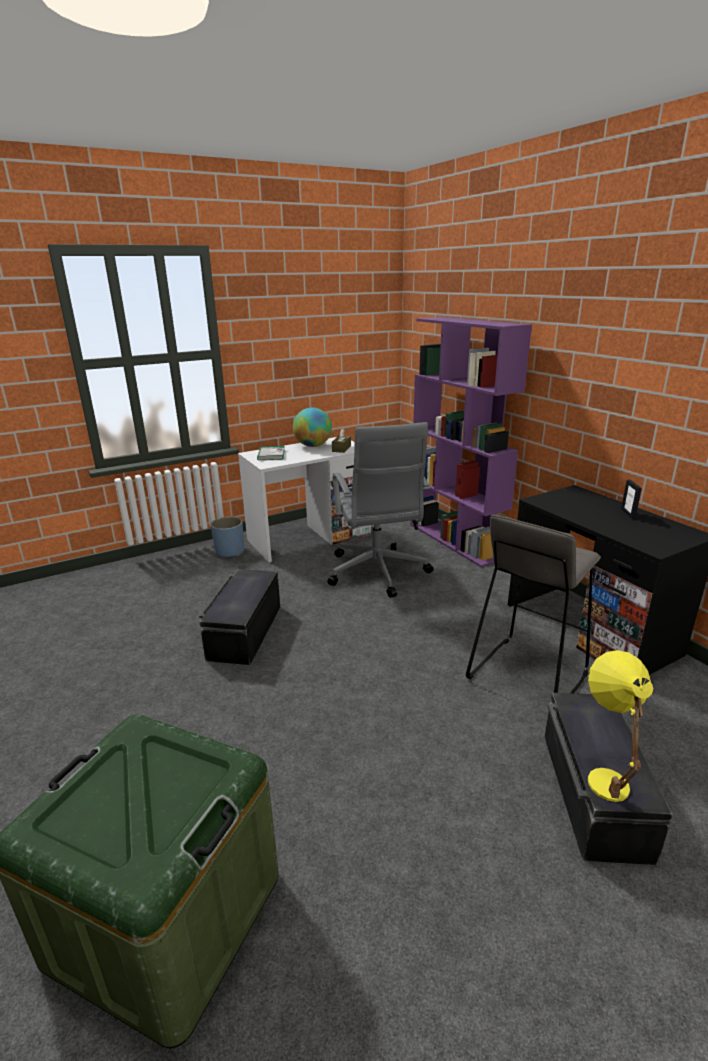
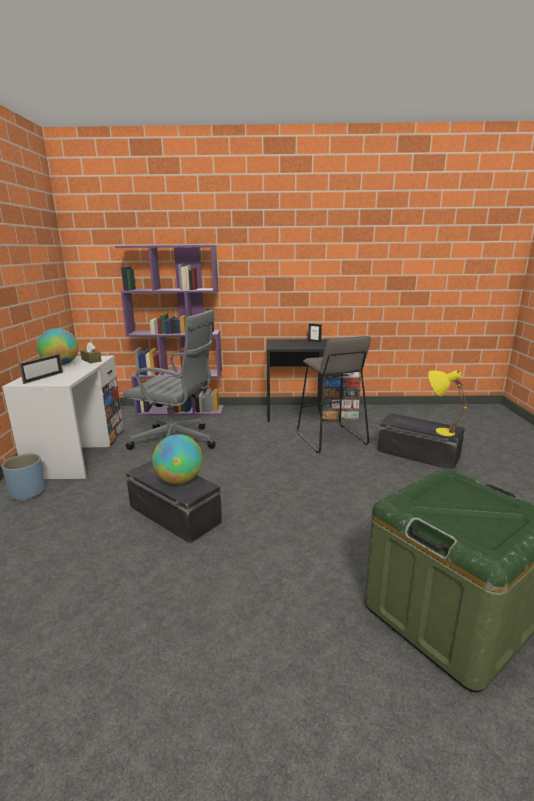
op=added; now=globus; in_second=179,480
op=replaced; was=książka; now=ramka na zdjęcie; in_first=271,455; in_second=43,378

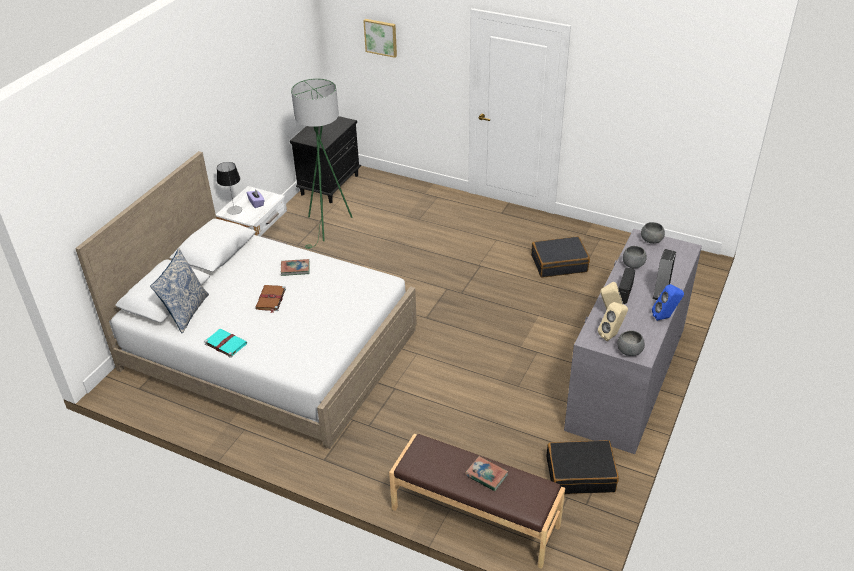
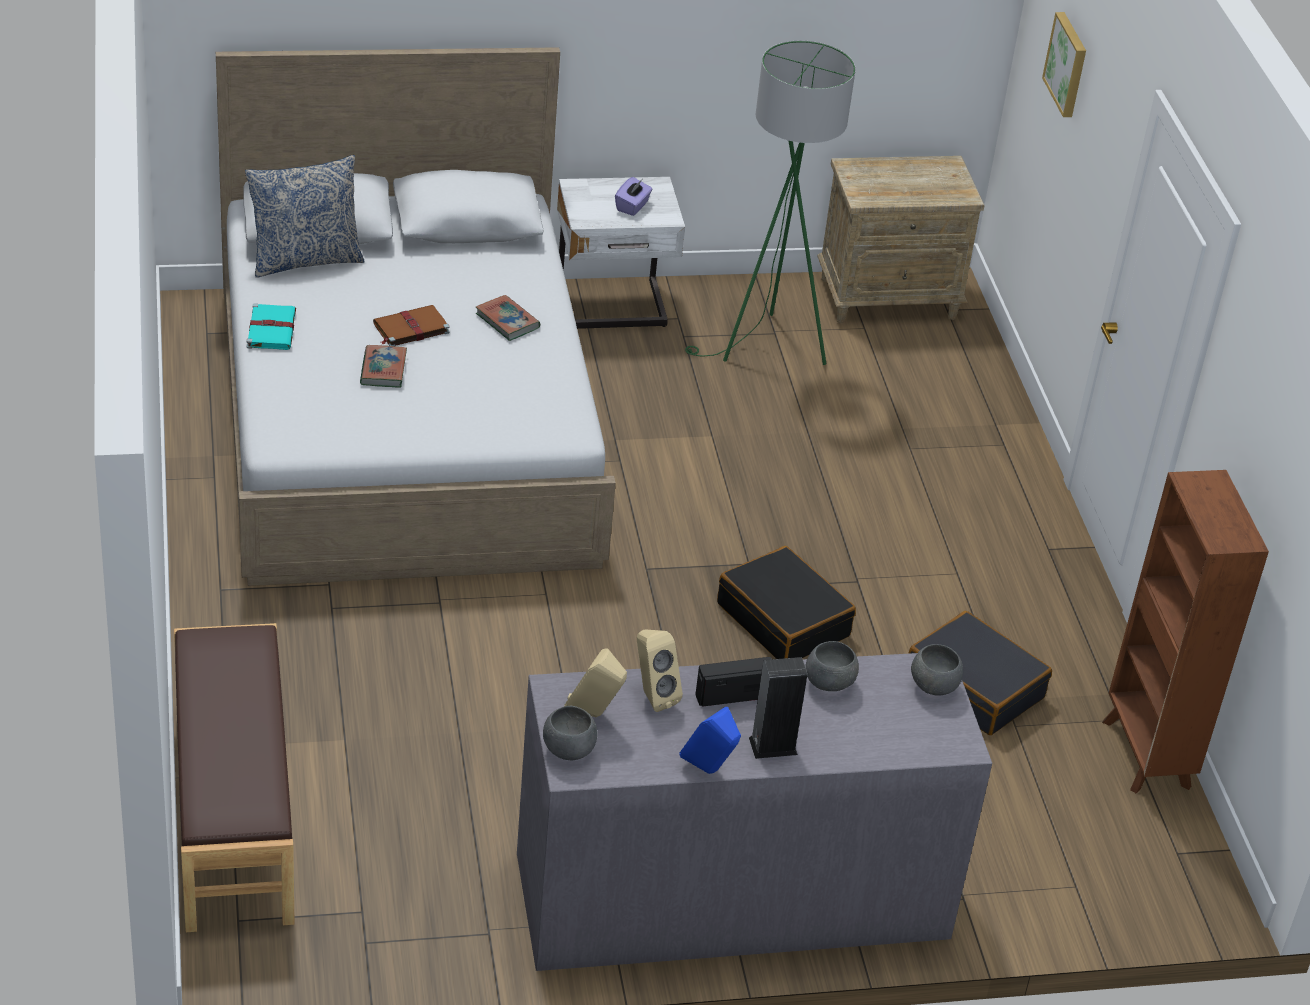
op=removed; was=lampa stołowa; in_first=234,210
op=added; now=regał (brązowy); in_second=1146,756
op=moved; was=książka; in_first=486,475; in_second=383,370
op=moved; was=walizka (czarny); in_first=580,474; in_second=784,620
op=recoloured; was=szafka nocna (czarny); now=szafka nocna (beżowy); in_first=330,184; in_second=889,298

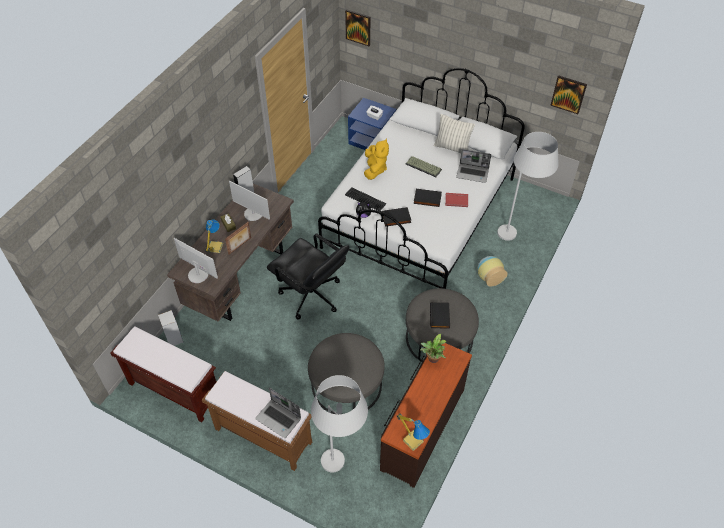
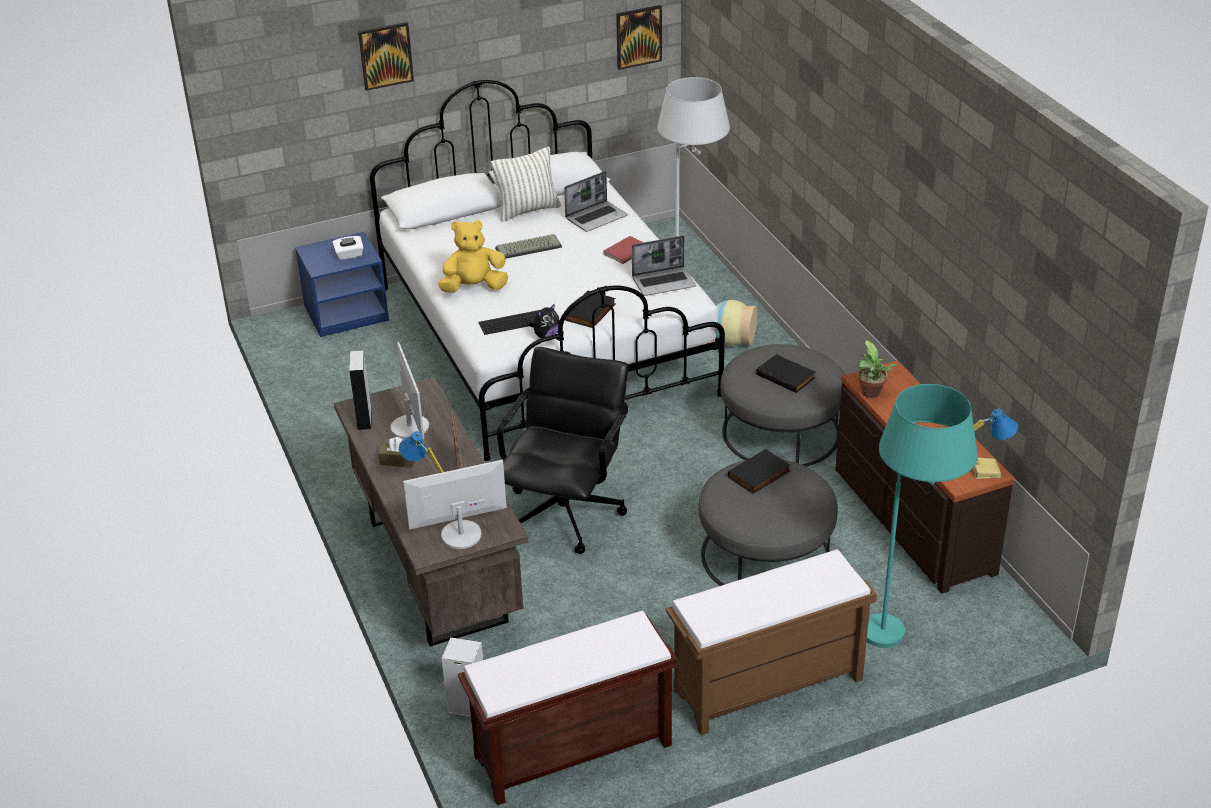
op=moved; was=laptop; in_first=279,419; in_second=664,282
op=moved; was=obraz; in_first=358,27; in_second=385,55
op=moved; was=książka (czarny); in_first=427,199; in_second=759,475
op=recoloured; was=lampa stojąca (biały); now=lampa stojąca (turkusowy); in_first=342,470; in_second=906,629
op=turned; was=monitor; in_first=253,214; in_second=410,426; clockwise=-90
op=turned; was=krzesło biurowe (czarny); in_first=311,296; in_second=565,514; clockwise=-60
op=turned; was=pluszak (żółty); in_first=375,169; in_second=474,288; clockwise=-60

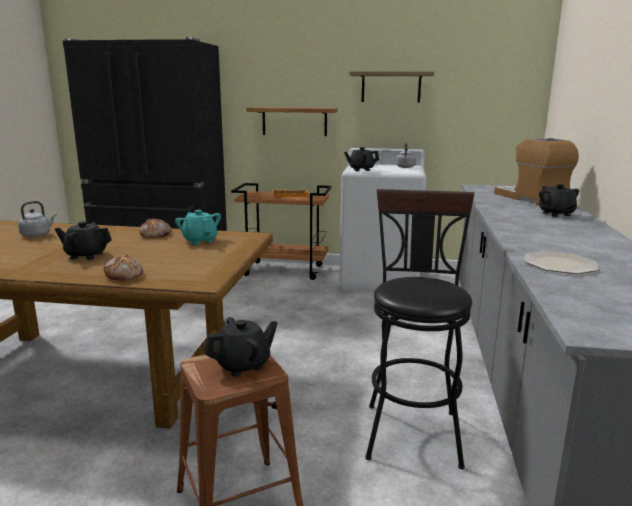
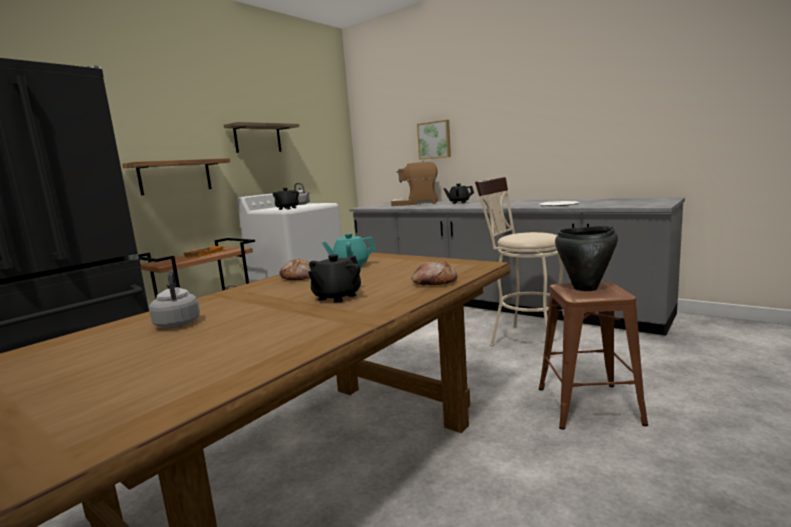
op=added; now=obraz; in_second=434,140
op=replaced; was=imbryk (czarny); now=garnek (czarny); in_first=243,365; in_second=586,288
op=recoloured; was=stołek (czarny); now=stołek (beżowy); in_first=411,428; in_second=524,339

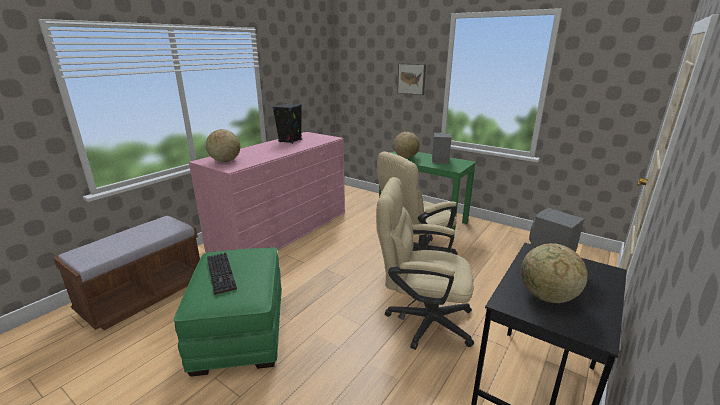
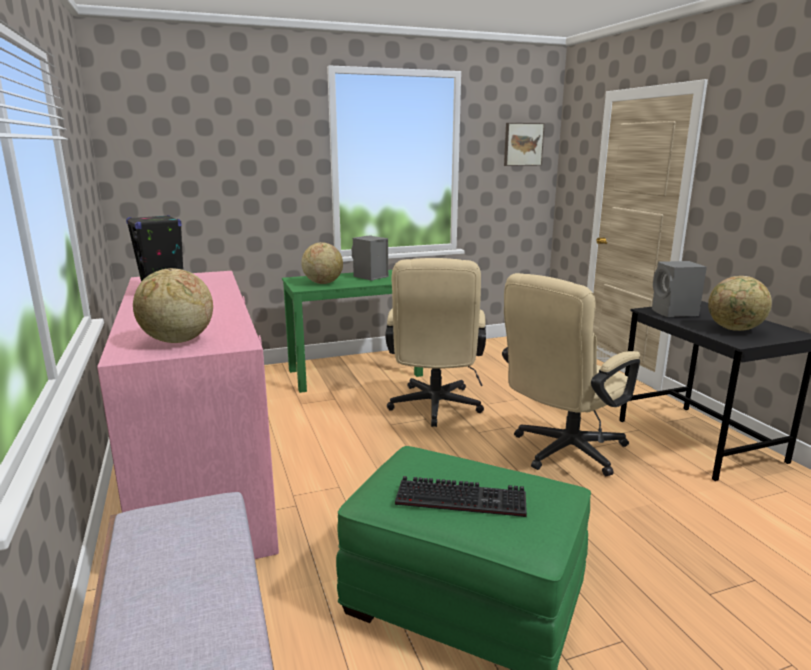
op=moved; was=obraz; in_first=412,78; in_second=522,144

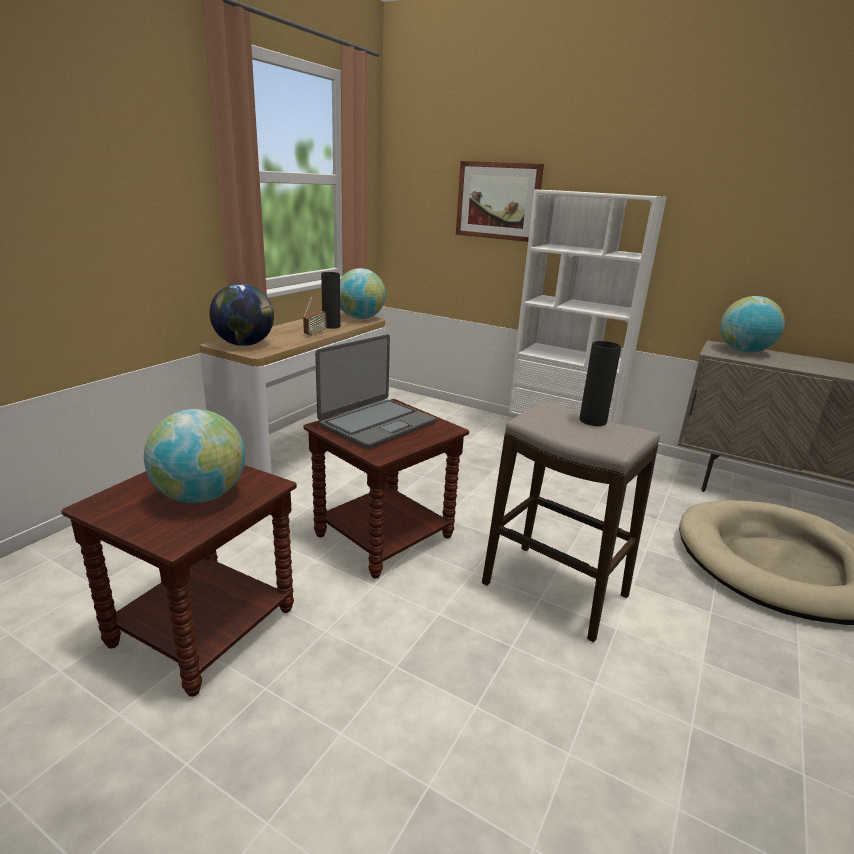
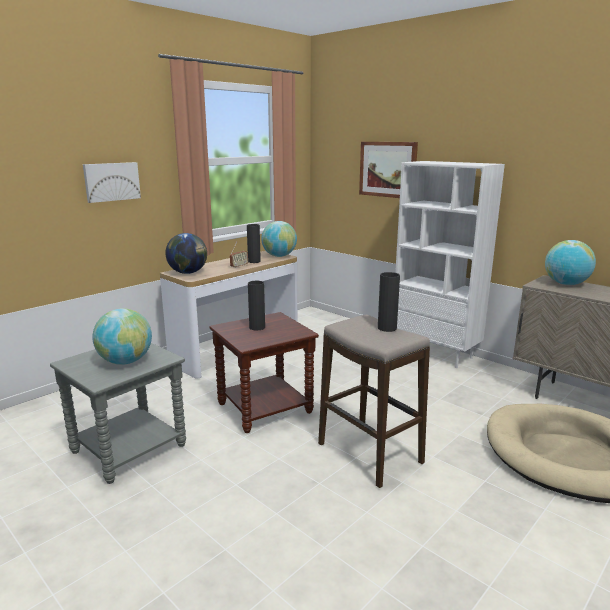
op=added; now=obraz; in_second=111,181
op=replaced; was=laptop; now=wazon (czarny); in_first=377,424; in_second=257,327
op=recoloured; was=stolik (brązowy); now=stolik (szary); in_first=203,626; in_second=129,448

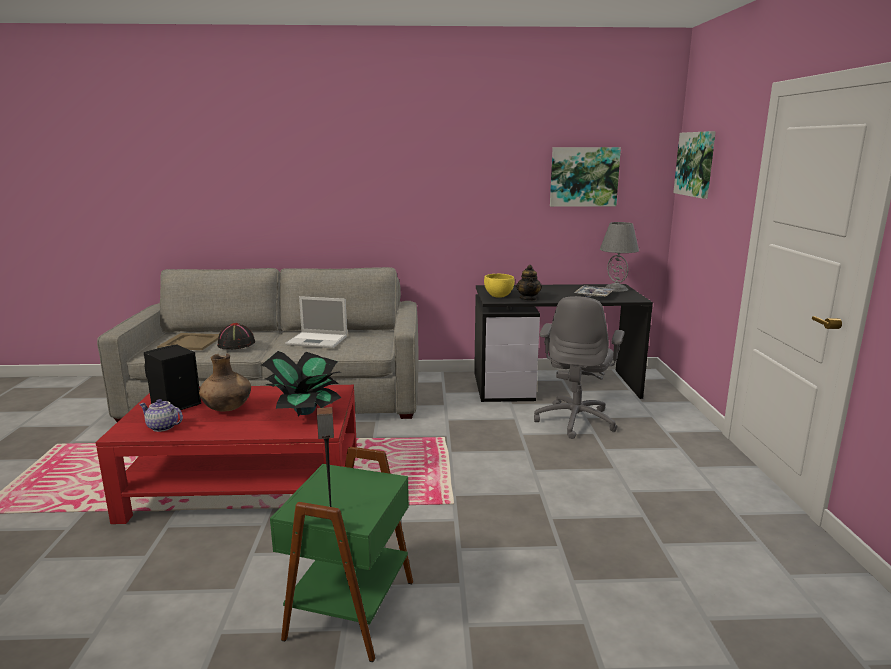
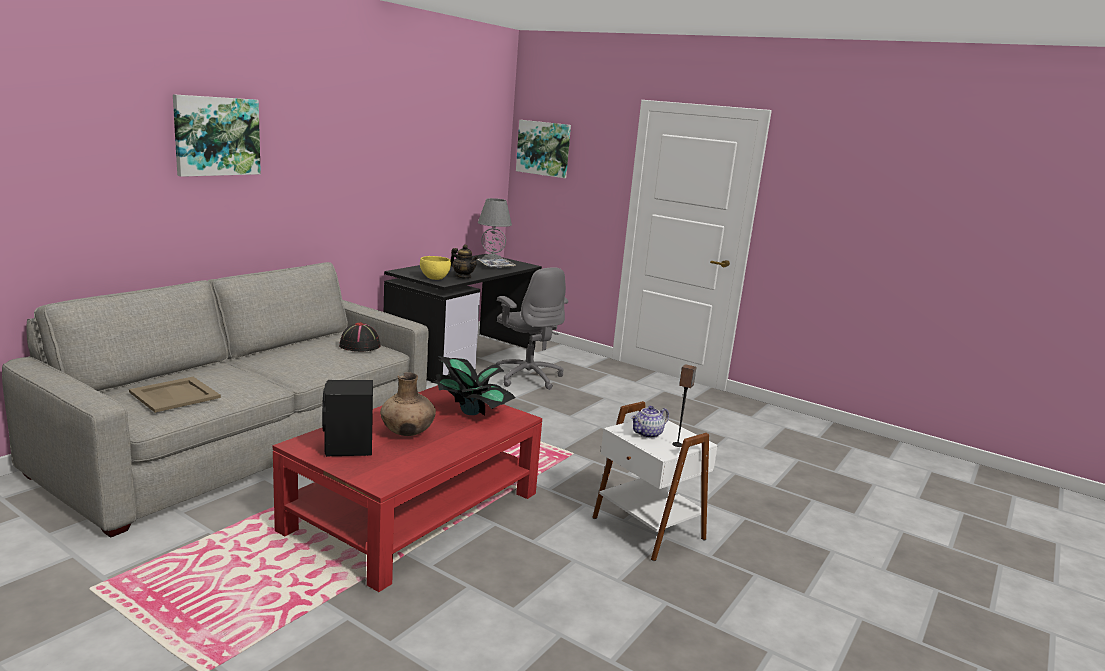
op=removed; was=laptop; in_first=318,340
op=moved; was=imbryk; in_first=162,427; in_second=648,434
op=moved; was=kapelusz (czarny); in_first=236,344; in_second=360,346
op=moved; was=obraz; in_first=584,177; in_second=216,136
op=recoloured; was=stolik (zielony); now=stolik (biały); in_first=348,608; in_second=646,529

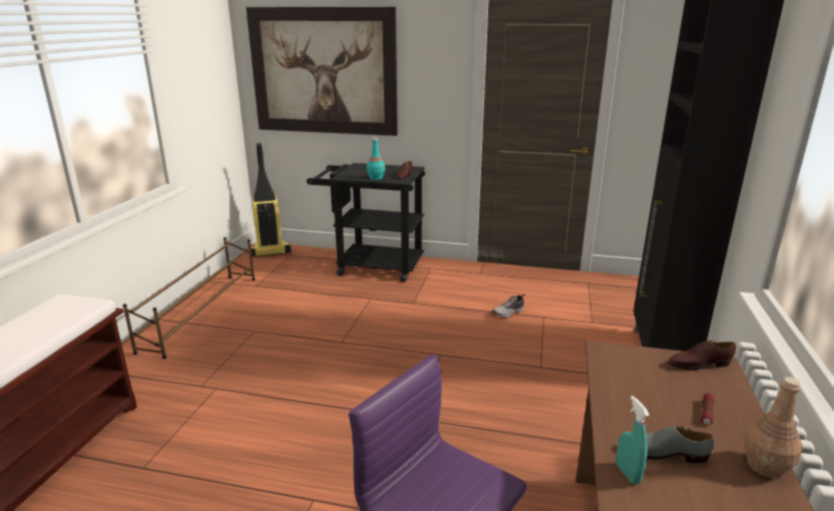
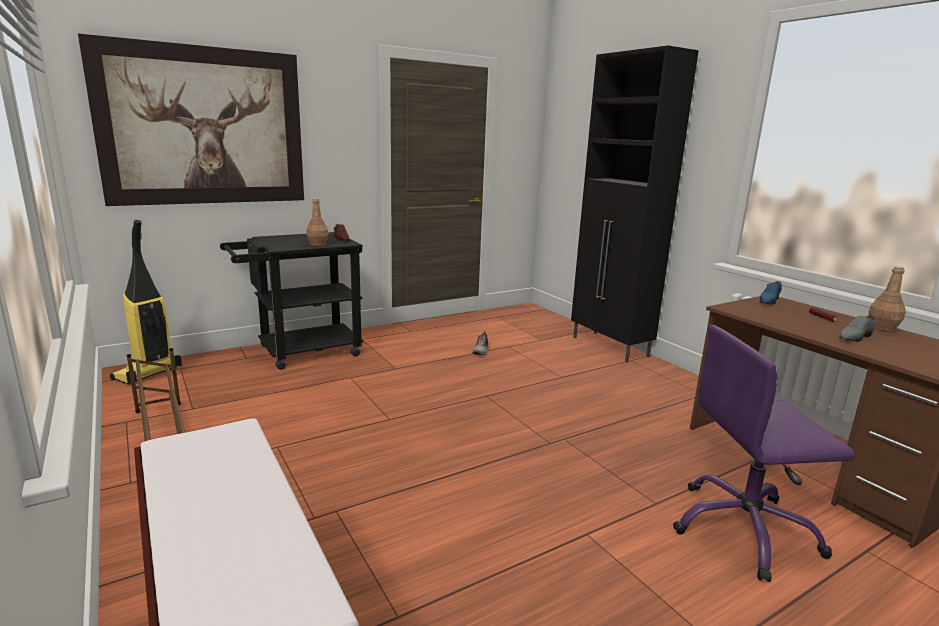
op=removed; was=spryskiwacz (turkusowy); in_first=627,473
op=recoloured; was=butelka (turkusowy); now=butelka (brązowy); in_first=376,178; in_second=317,244
op=recoloured; was=but (brązowy); now=but (niebieski); in_first=698,364; in_second=768,301

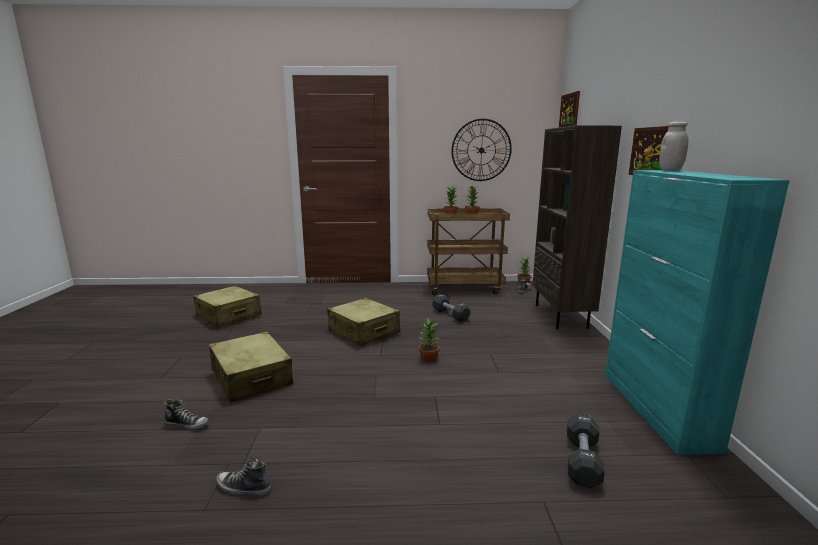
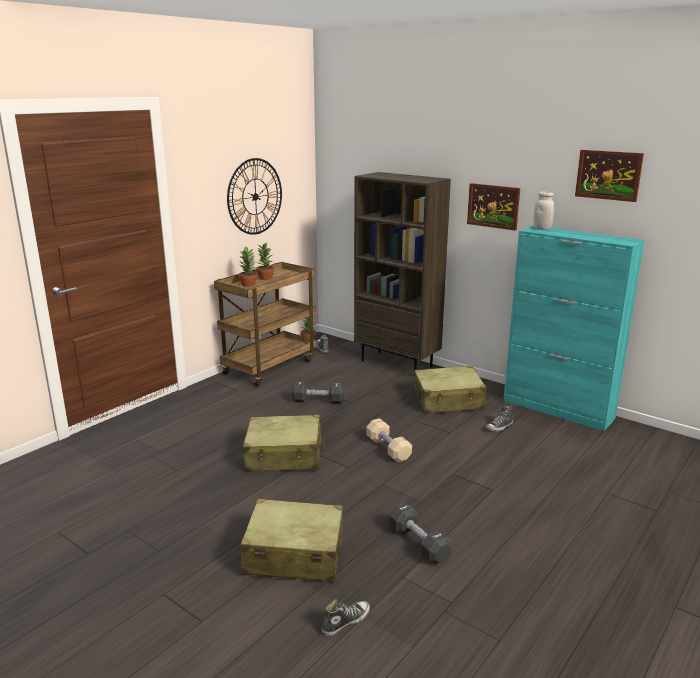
op=moved; was=walizka (beżowy); in_first=228,316; in_second=448,401
op=moved; was=but; in_first=243,488; in_second=499,427
op=moved; was=obraz; in_first=569,111; in_second=608,175
op=moved; was=hantel (czarny); in_first=582,461; in_second=419,544
op=replaced; was=roślina doniczkowa; now=hantel (beżowy); in_first=428,358; in_second=388,449

